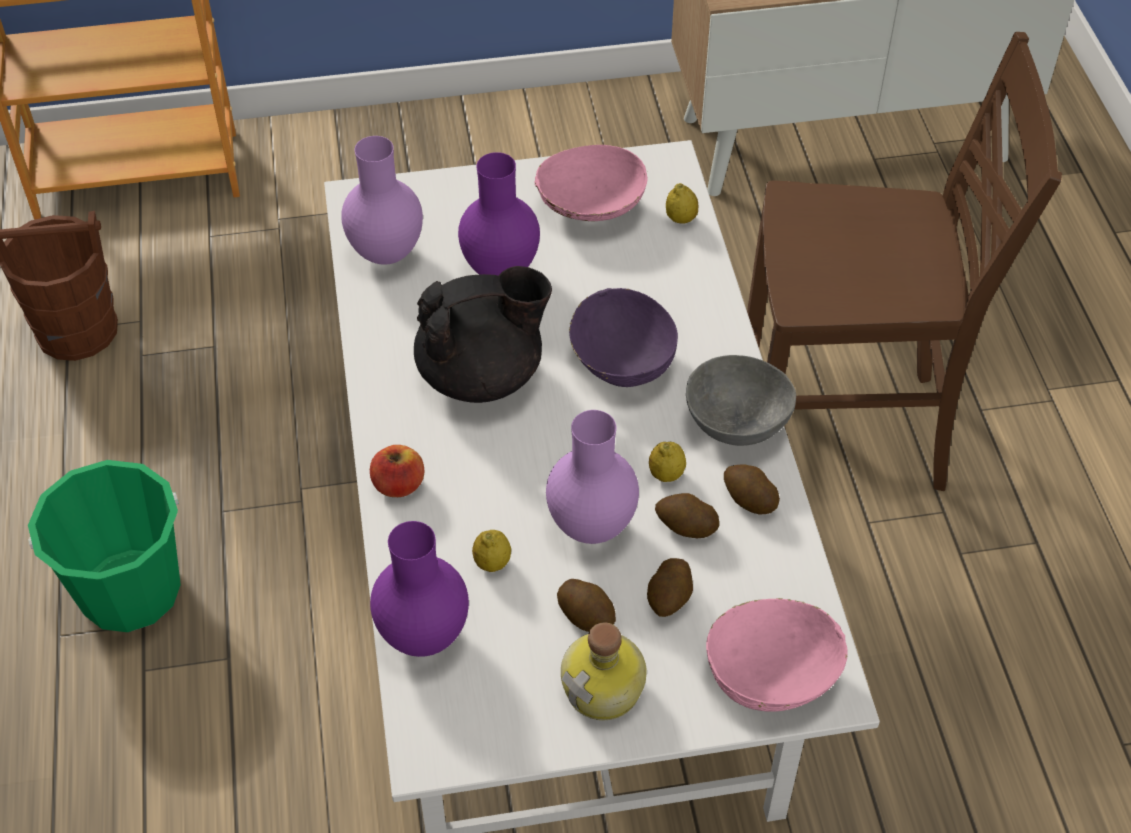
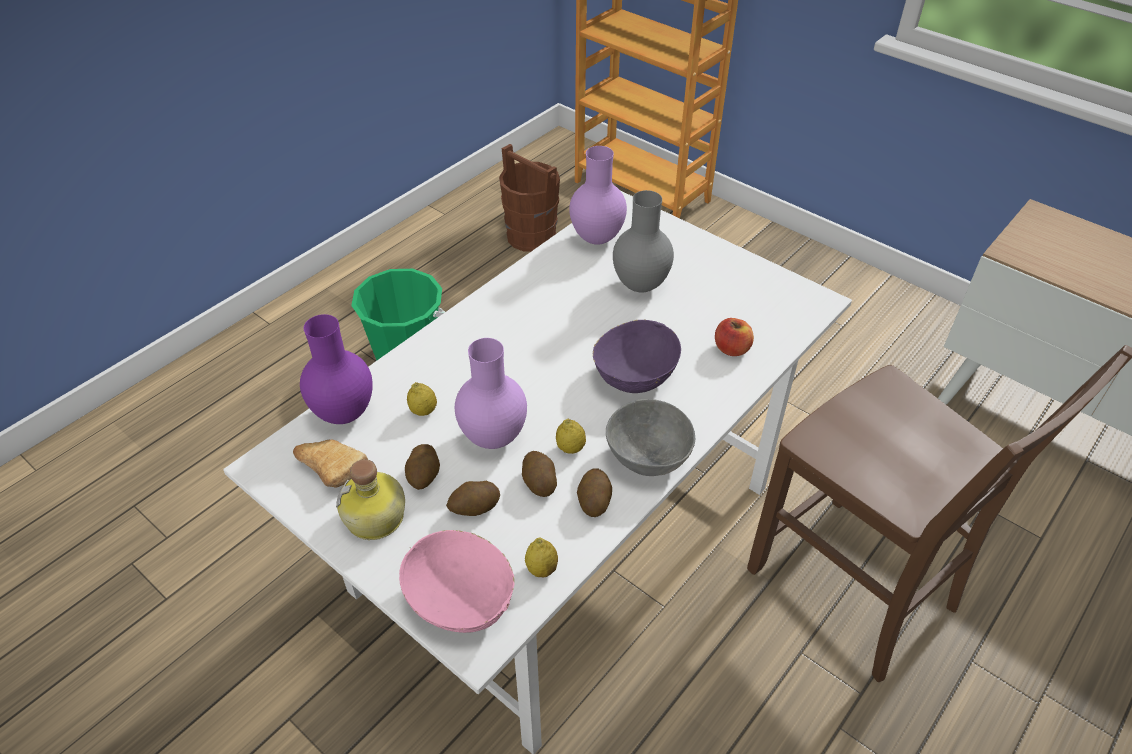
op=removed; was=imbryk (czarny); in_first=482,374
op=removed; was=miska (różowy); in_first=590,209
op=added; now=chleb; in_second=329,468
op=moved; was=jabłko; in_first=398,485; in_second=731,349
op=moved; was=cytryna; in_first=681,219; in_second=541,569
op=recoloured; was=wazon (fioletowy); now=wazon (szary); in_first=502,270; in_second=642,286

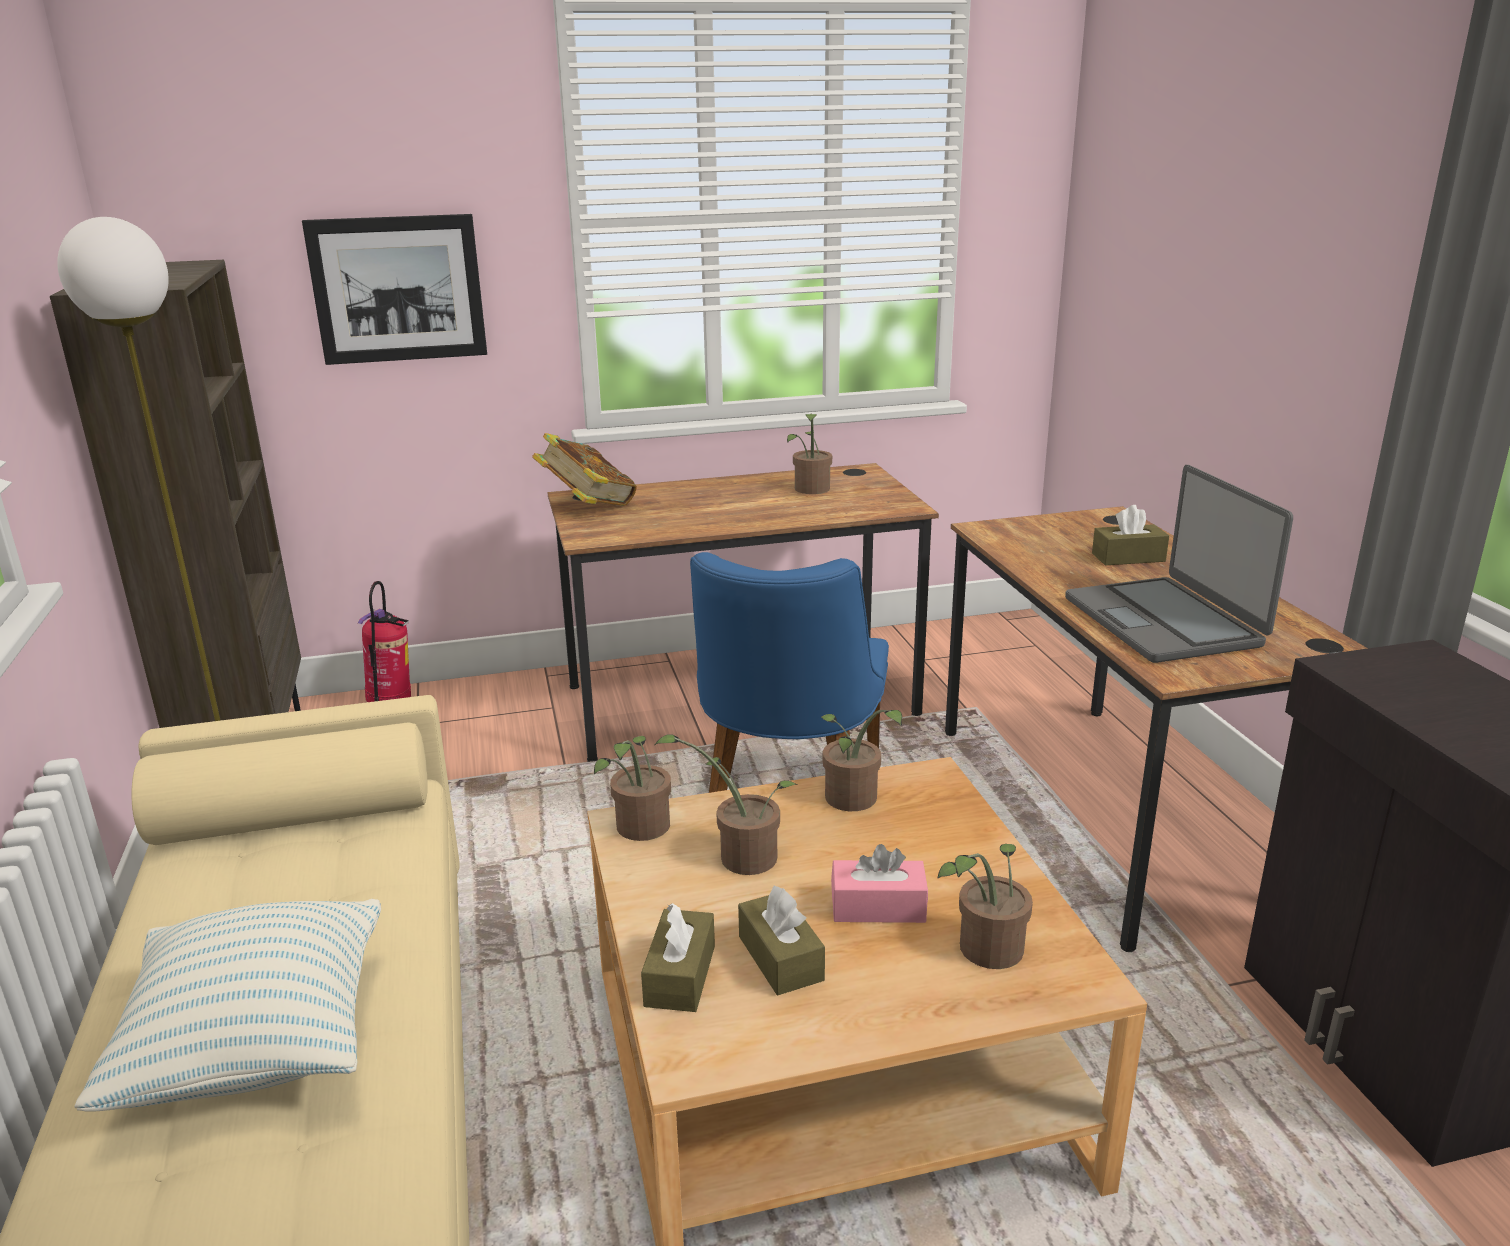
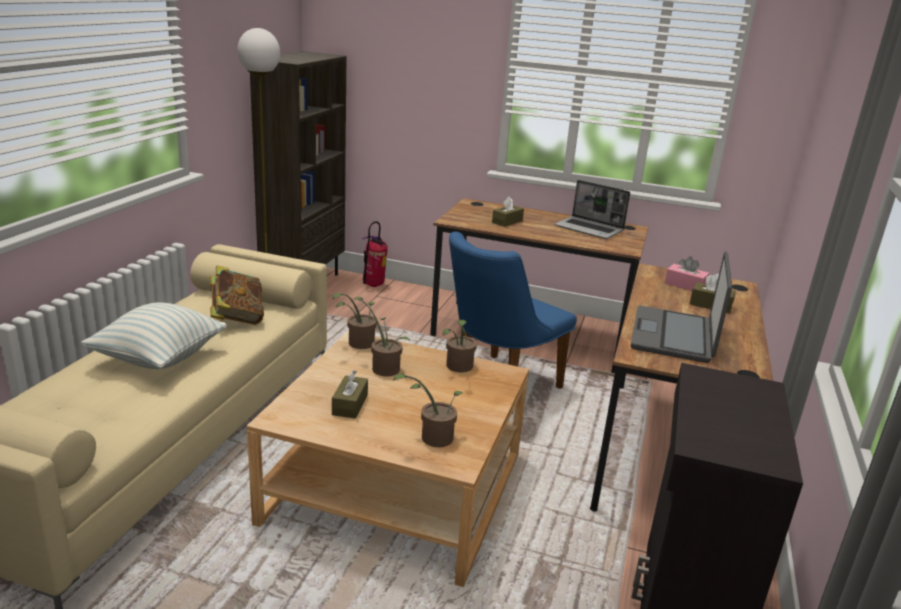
op=removed; was=obraz; in_first=398,289
op=moved; was=książka; in_first=587,506; in_second=237,317
op=moved; was=pudełko chusteczek (brązowy); in_first=680,976; in_second=507,222
op=moved; was=pudełko chusteczek (różowy); in_first=878,907; in_second=685,285
op=replaced; was=roślina doniczkowa; now=laptop; in_first=810,490; in_second=590,229

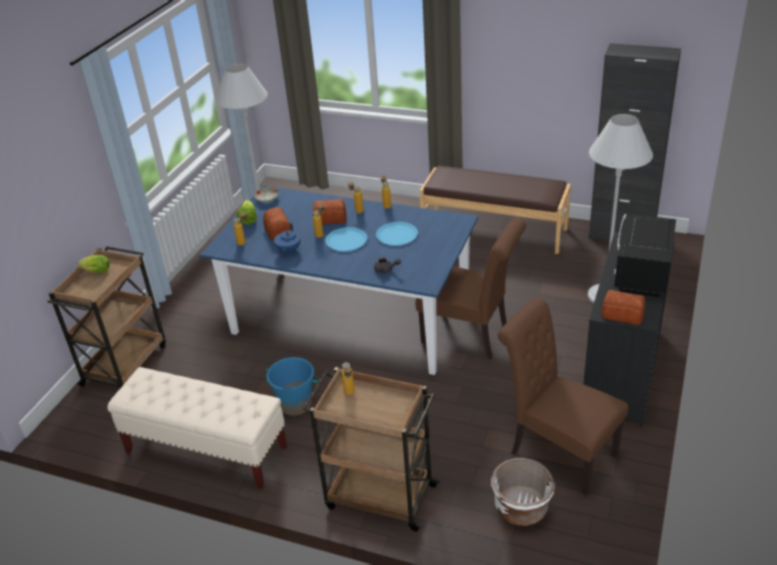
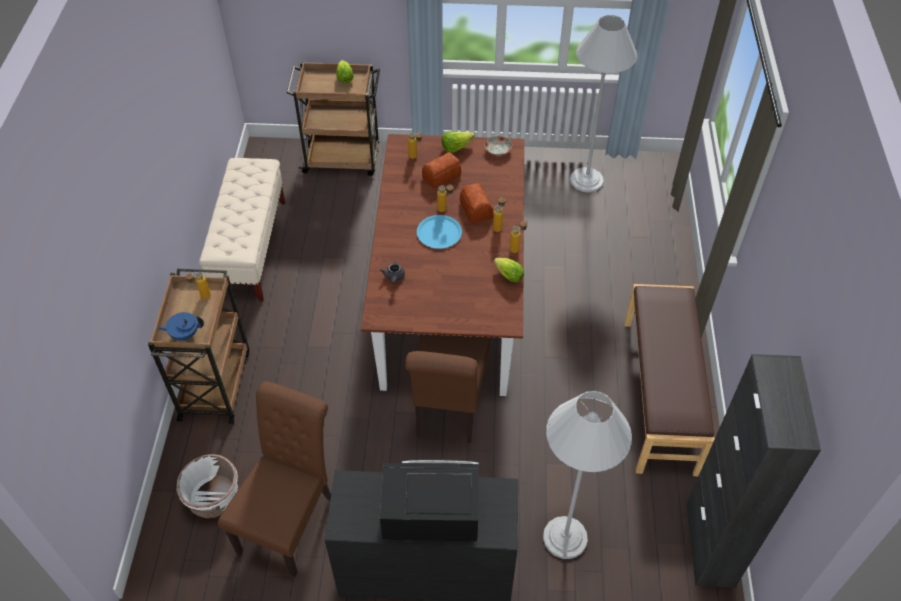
op=removed; was=wiadro (niebieski); in_first=296,404
op=removed; was=talerz (niebieski); in_first=397,234
op=removed; was=chleb; in_first=623,315
op=added; now=sałata; in_second=507,275
op=moved; was=imbryk (niebieski); in_first=288,250; in_second=184,334
op=recoloured; was=stół jadalny (niebieski); now=stół jadalny (brązowy); in_first=351,318; in_second=450,299

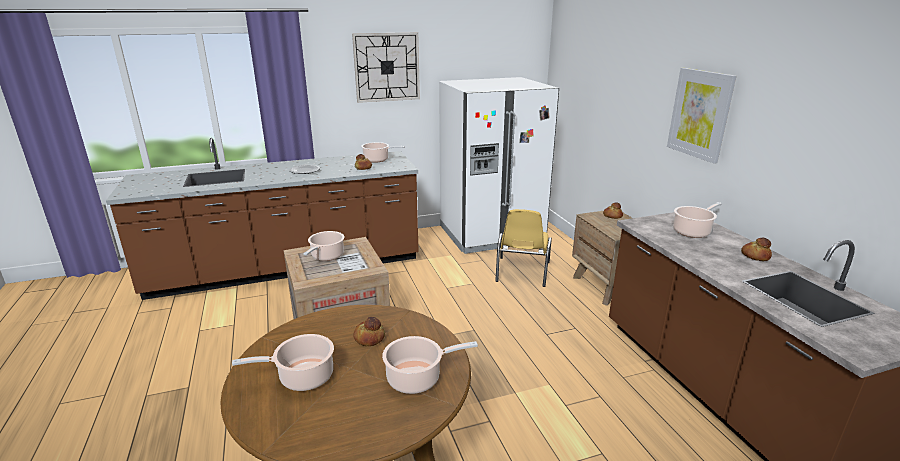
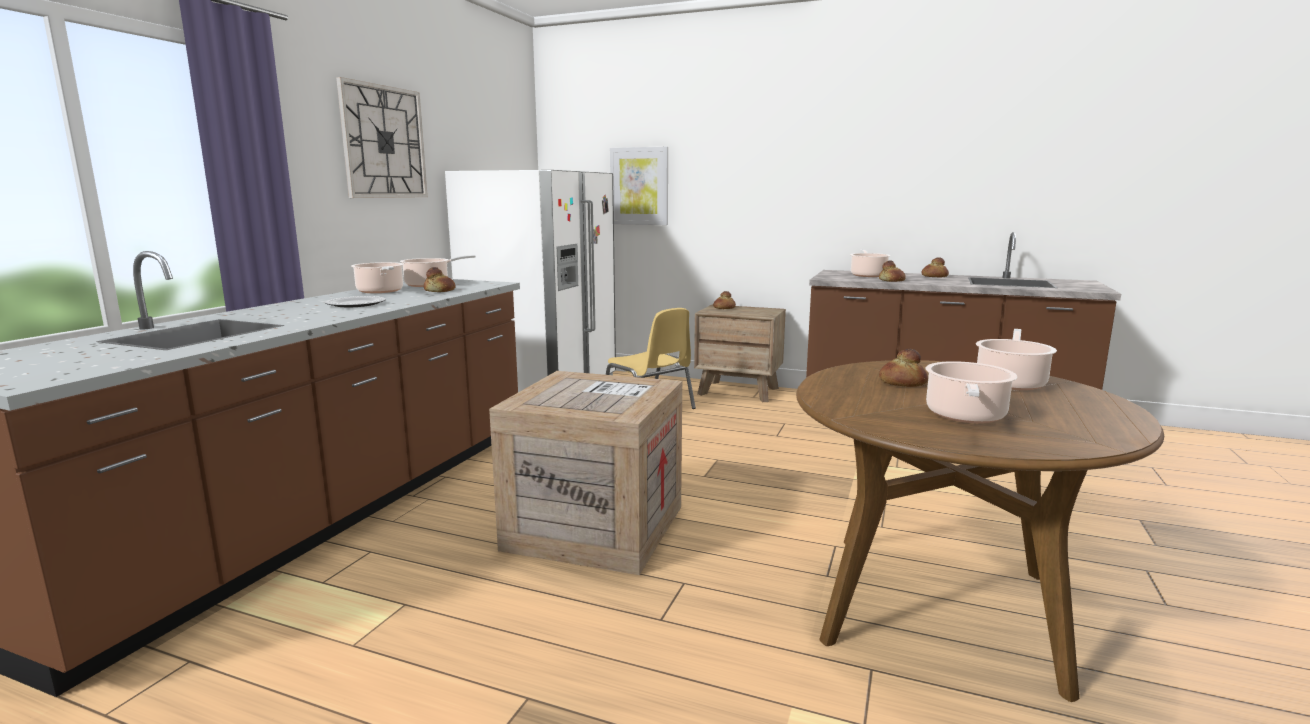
op=added; now=chleb; in_second=892,280
op=moved; was=garnek; in_first=326,256; in_second=381,291
op=moved; was=obraz; in_first=700,114; in_second=639,186

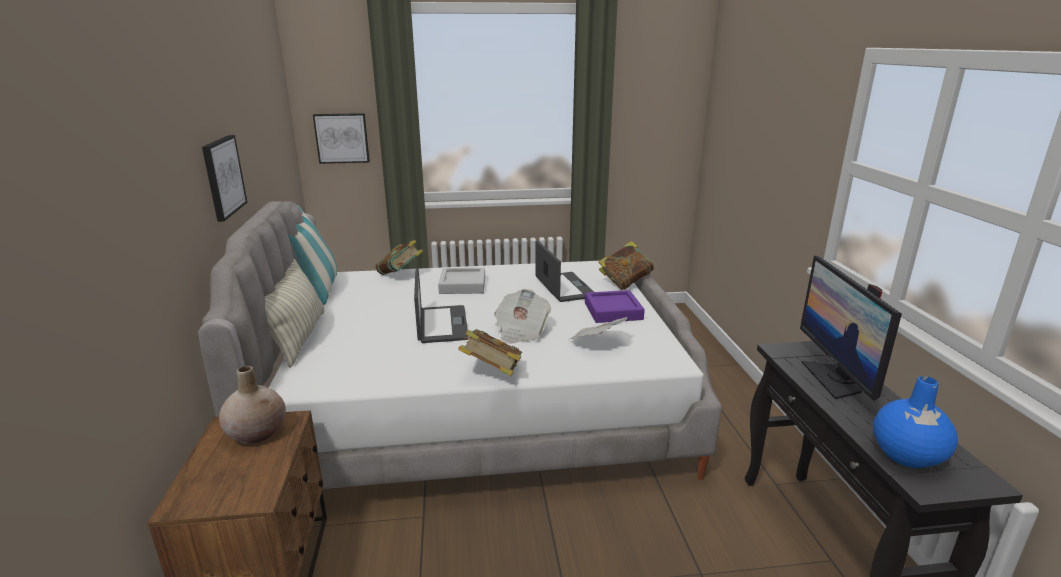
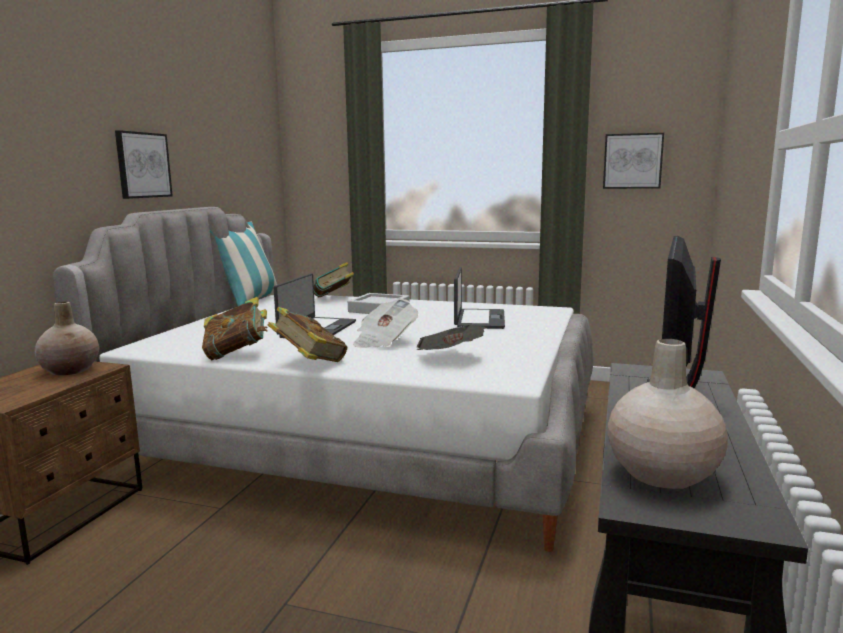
op=removed; was=poduszka; in_first=299,338
op=removed; was=taca (fioletowy); in_first=613,311
op=moved; was=obraz; in_first=342,138; in_second=632,161
op=moved; was=książka; in_first=625,283; in_second=237,354
op=recoloured; was=wazon (niebieski); now=wazon (beżowy); in_first=906,455; in_second=661,473

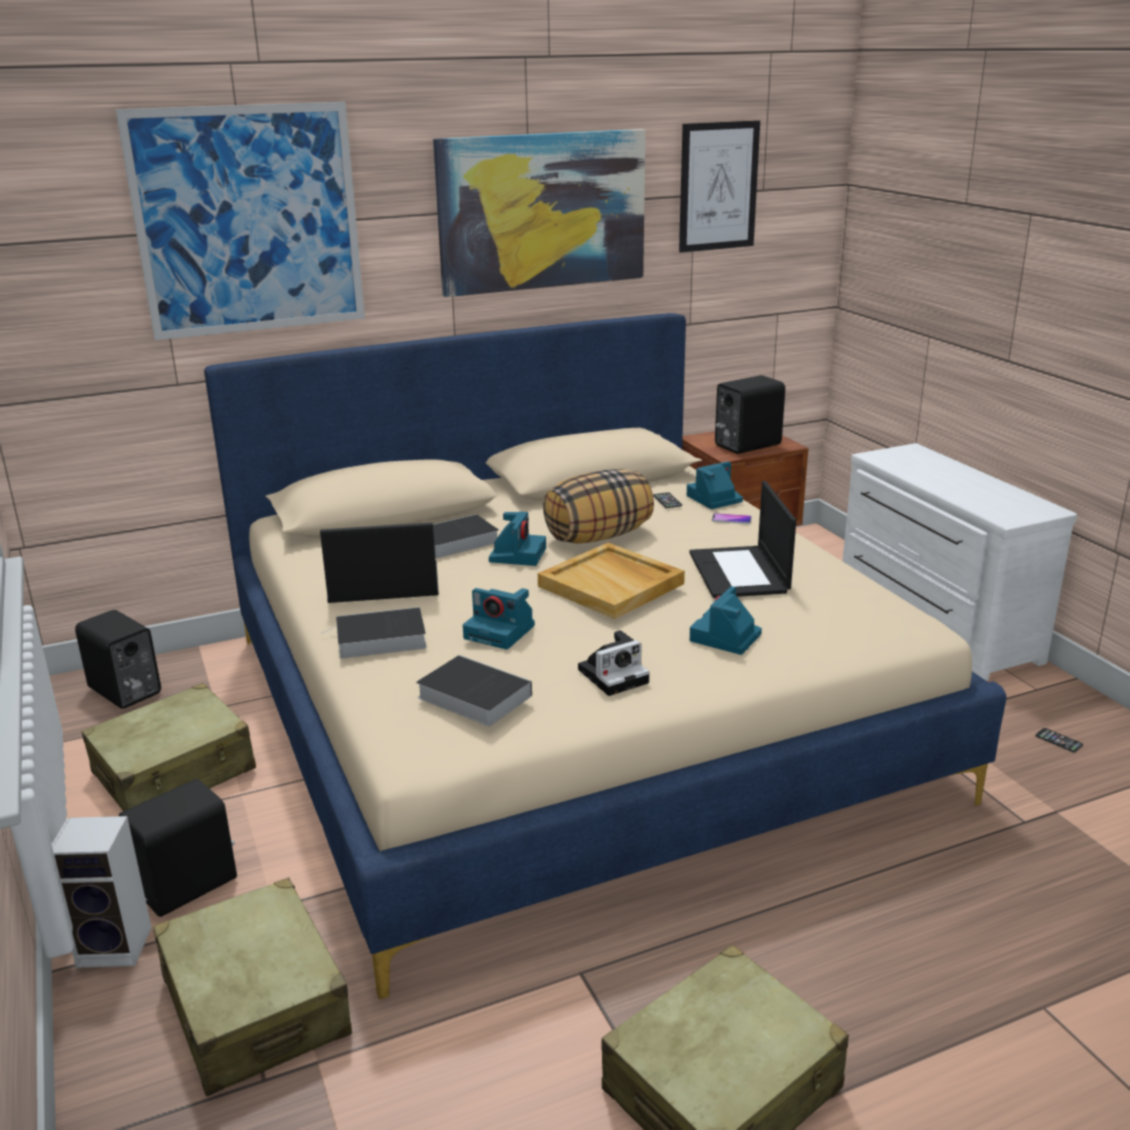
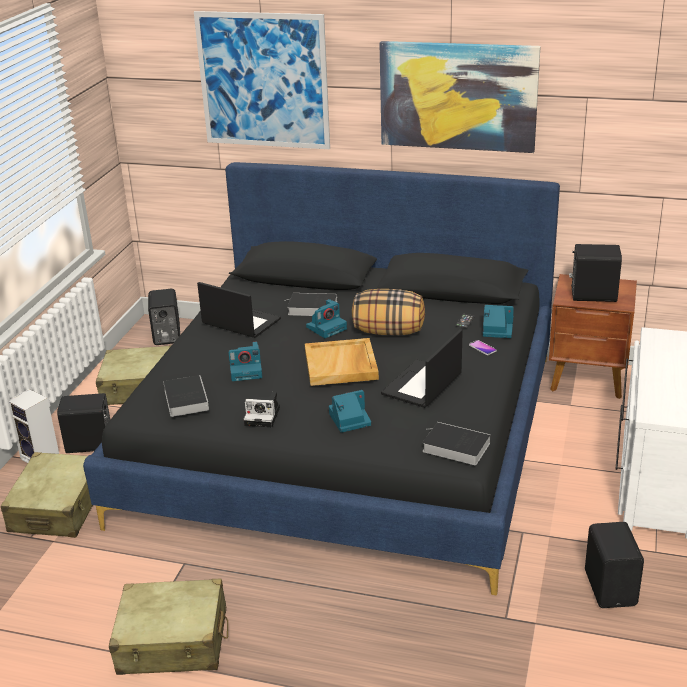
op=removed; was=obraz; in_first=718,186
op=moved; was=książka; in_first=378,639; in_second=454,447
op=replaced; was=telefon; now=głośnik (czarny); in_first=1058,740; in_second=611,588
op=recoloured; was=łóżko (beżowy); now=łóżko (czarny); in_first=567,712; in_second=347,436
op=turned; was=aparat fotograficzny; in_first=501,632; in_second=247,370; clockwise=-75

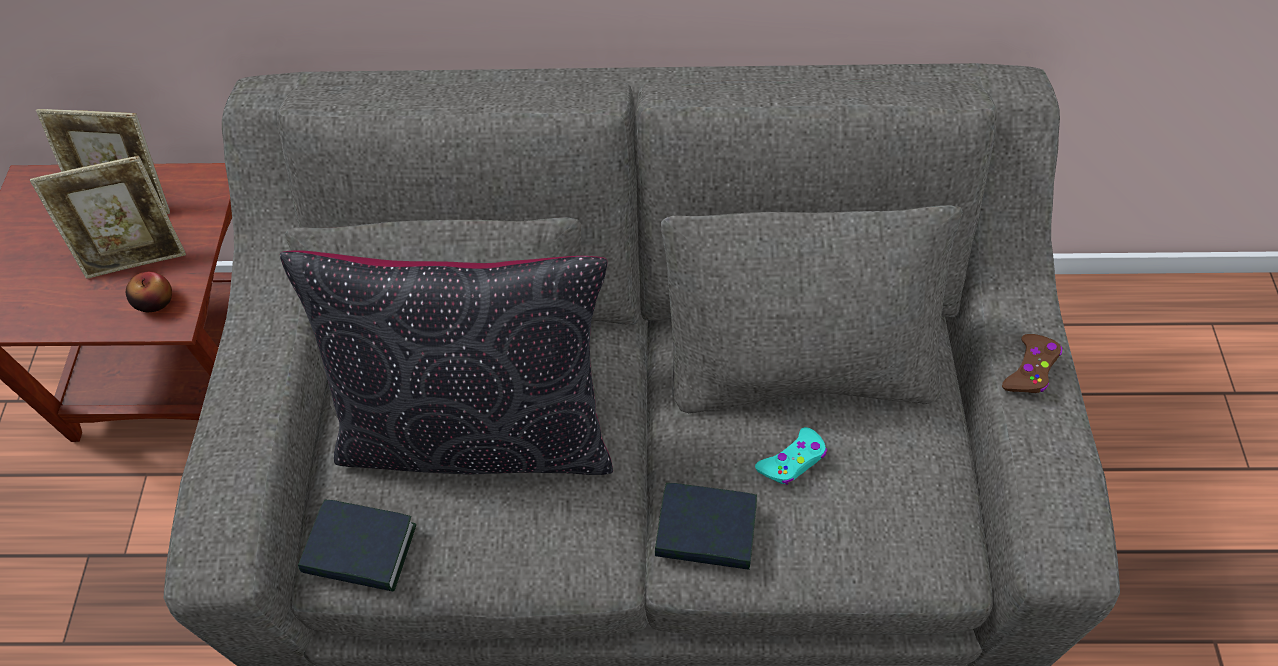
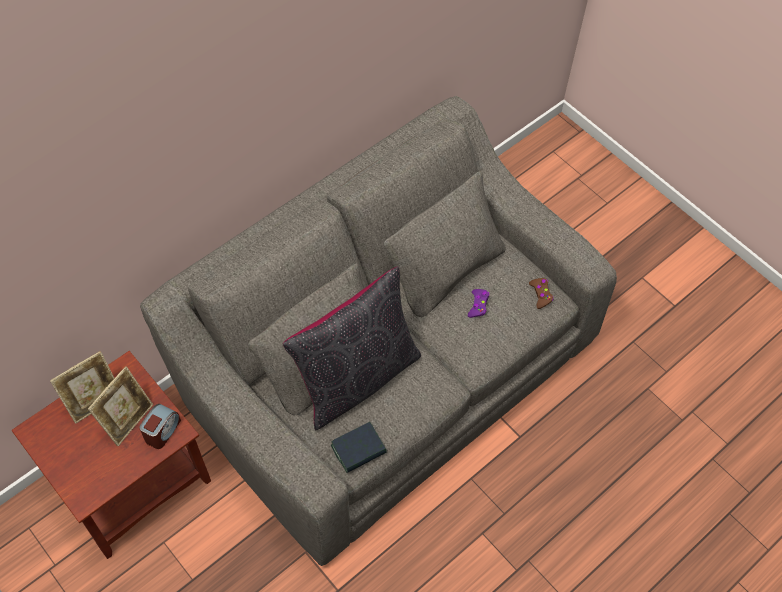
op=removed; was=książka; in_first=706,531
op=moved; was=pad do gier (brązowy); in_first=1030,369; in_second=541,294
op=replaced; was=jabłko; now=budzik; in_first=155,300; in_second=162,431
op=recoloured; was=pad do gier (turkusowy); now=pad do gier (fioletowy); in_first=792,461; in_second=478,305

